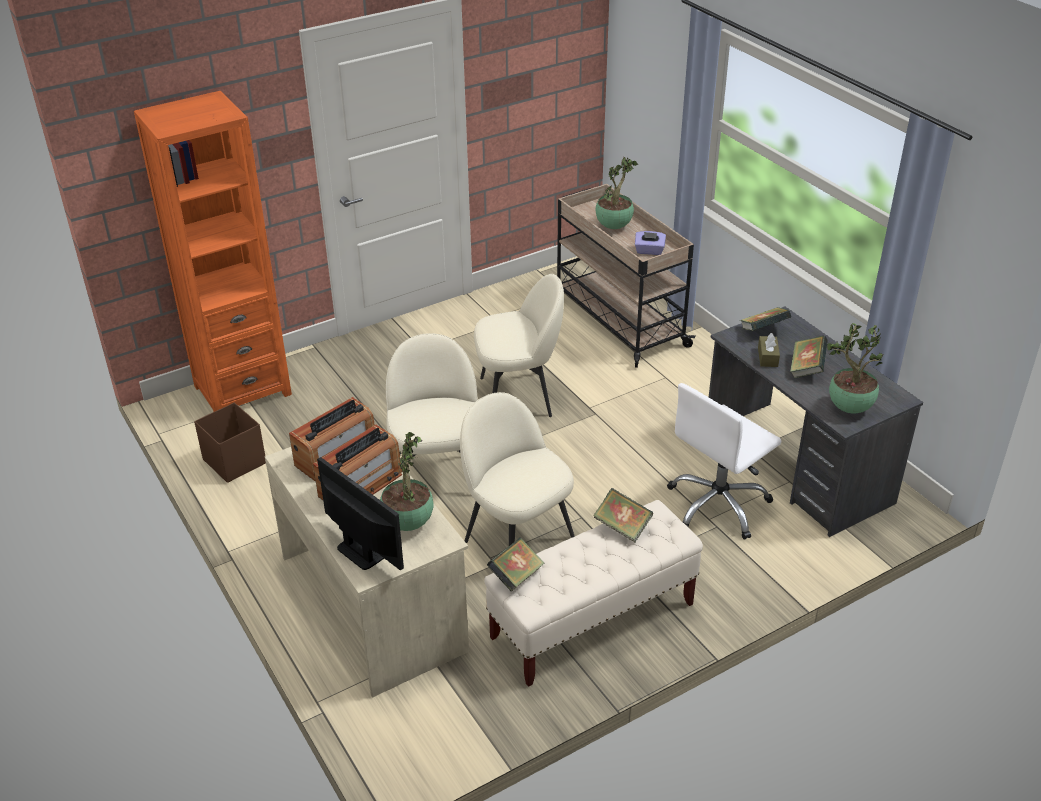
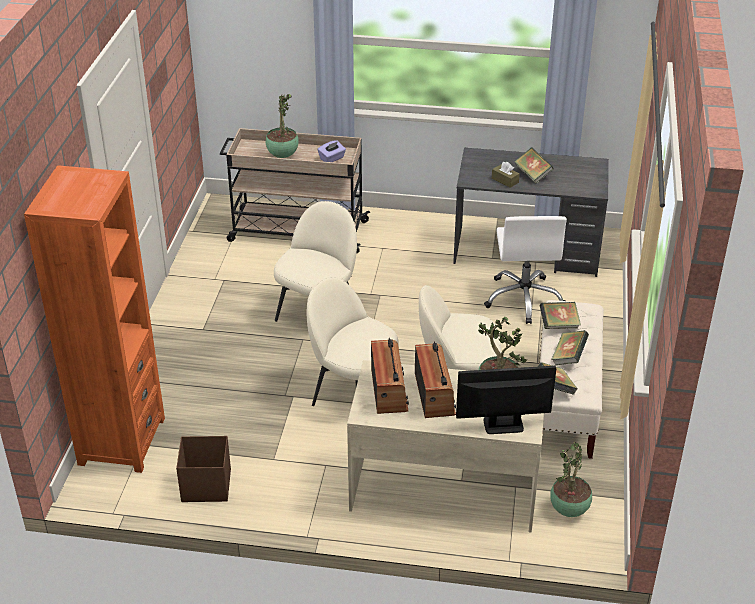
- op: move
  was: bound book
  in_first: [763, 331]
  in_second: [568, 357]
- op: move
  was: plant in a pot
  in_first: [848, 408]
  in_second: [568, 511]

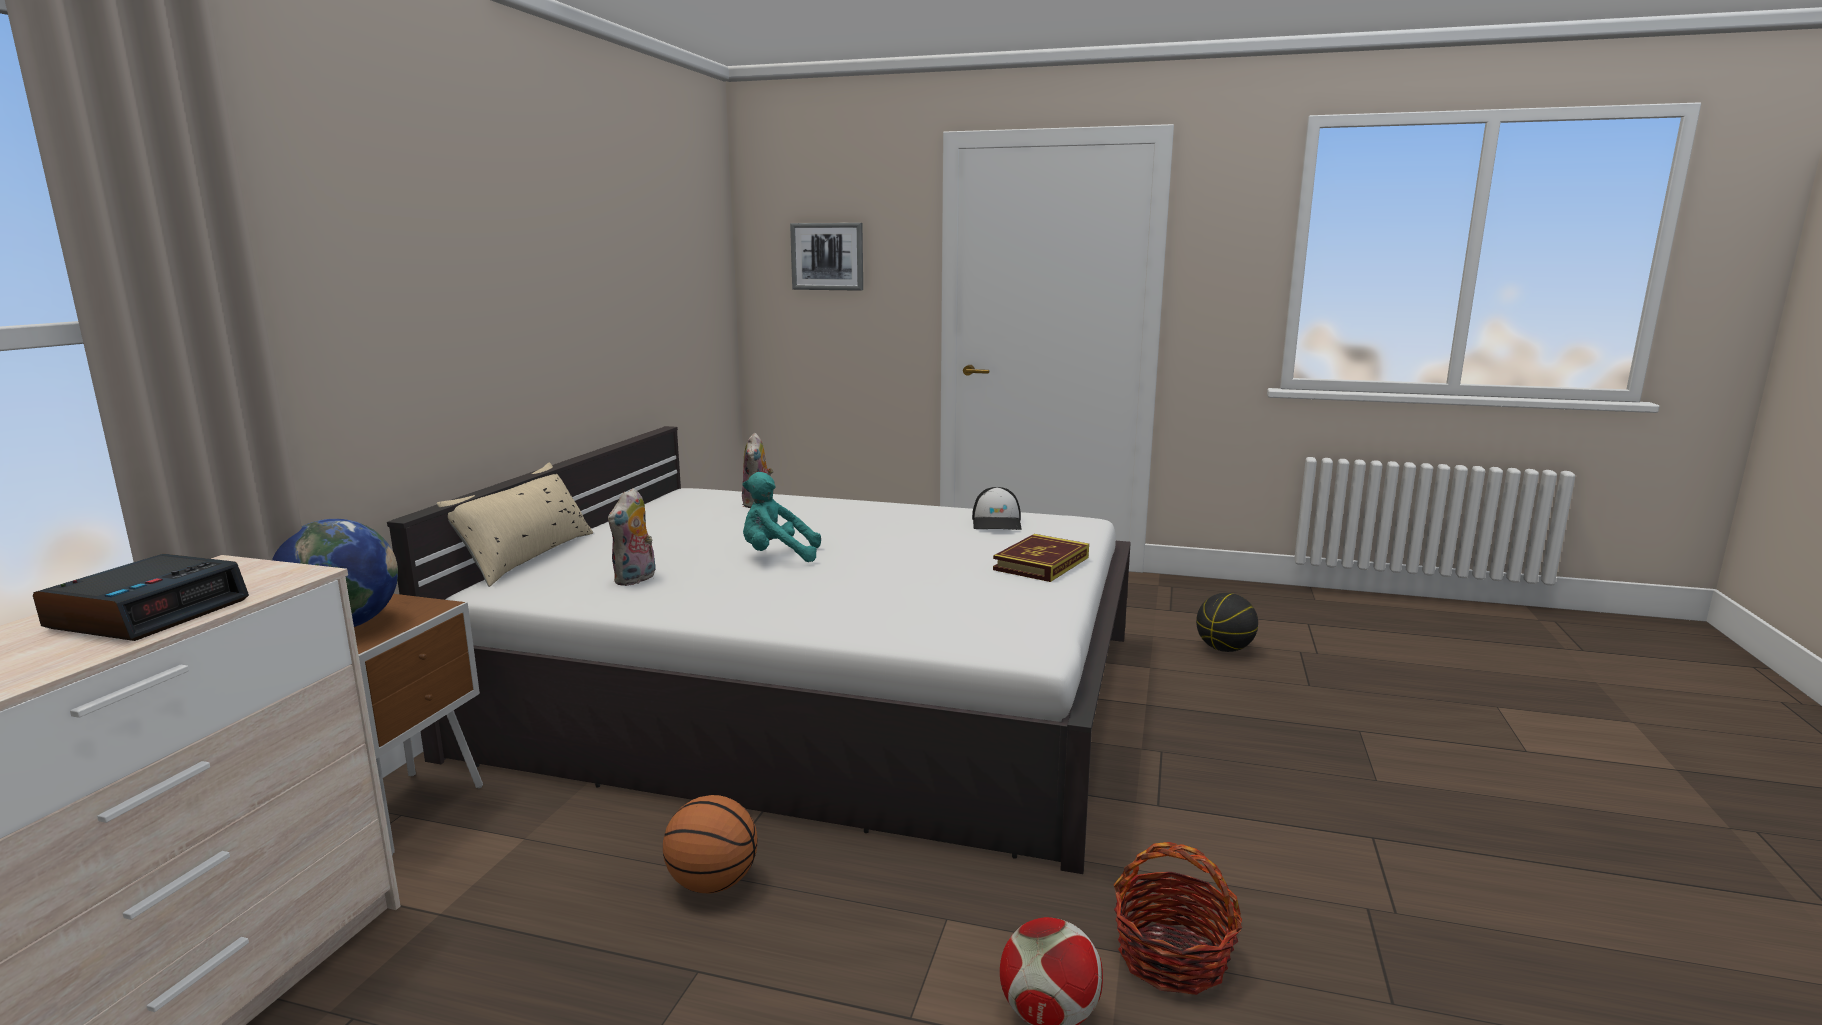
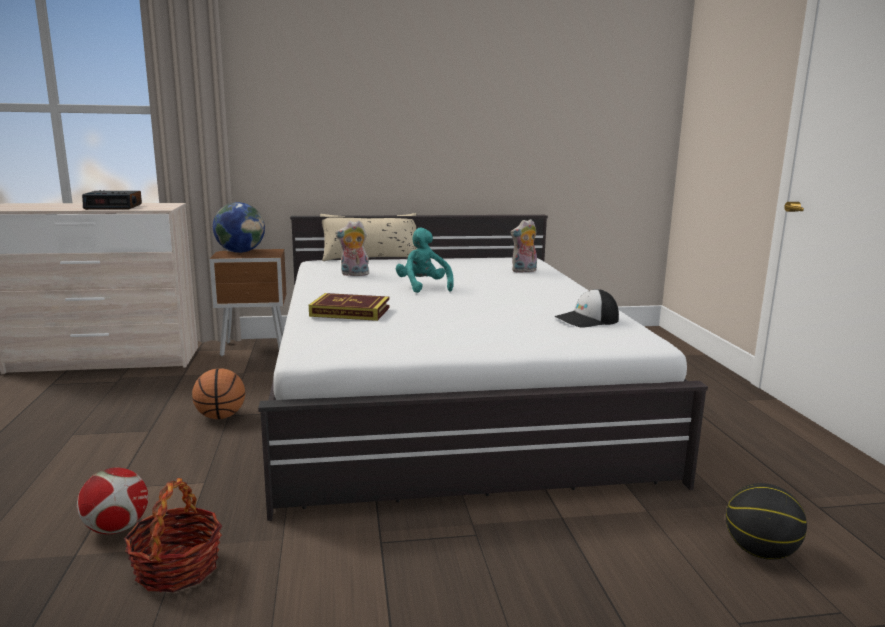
- op: delete
  was: picture
  in_first: [827, 256]
- op: move
  was: bound book
  in_first: [1041, 563]
  in_second: [350, 312]

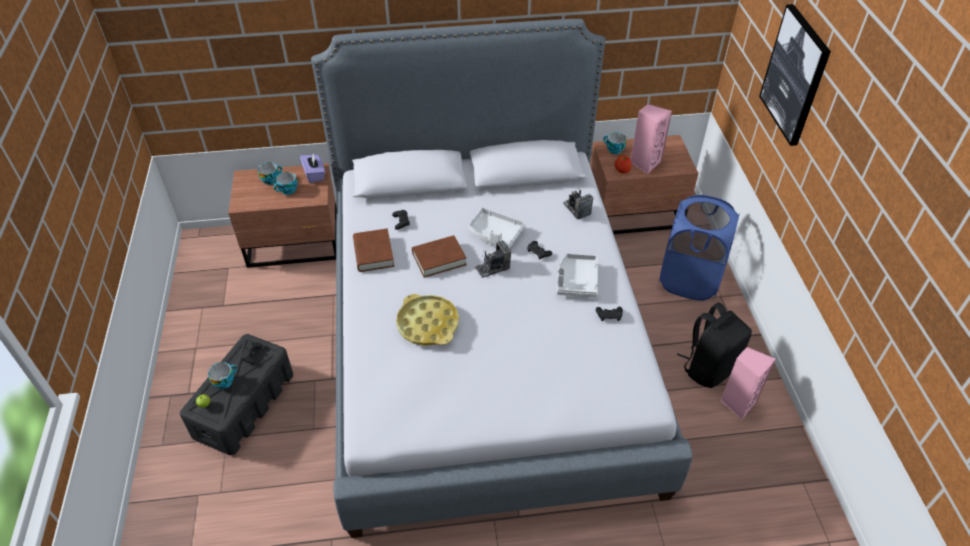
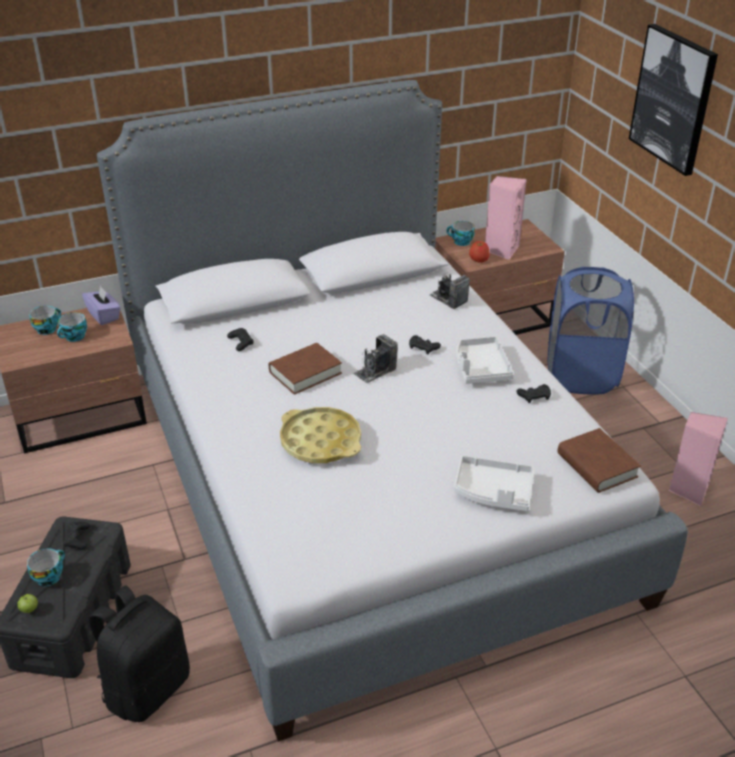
- op: move
  was: whitish carrying tray
  in_first: [495, 234]
  in_second: [493, 492]
- op: move
  was: brown bound book
  in_first: [373, 253]
  in_second: [596, 465]
- op: move
  was: black-coloured rucksack
  in_first: [709, 367]
  in_second: [146, 688]

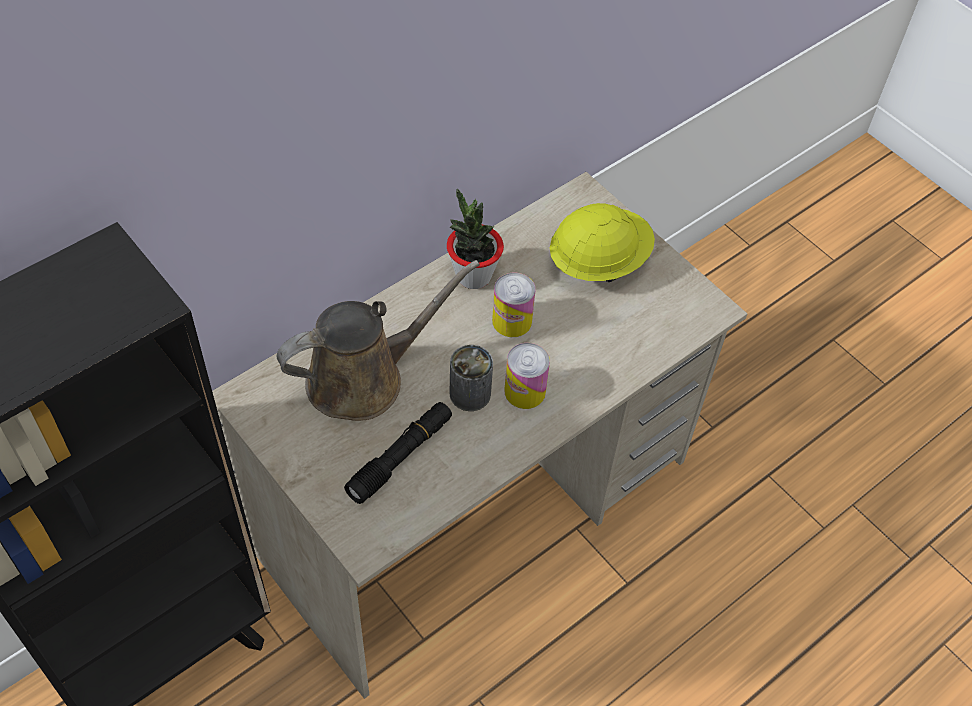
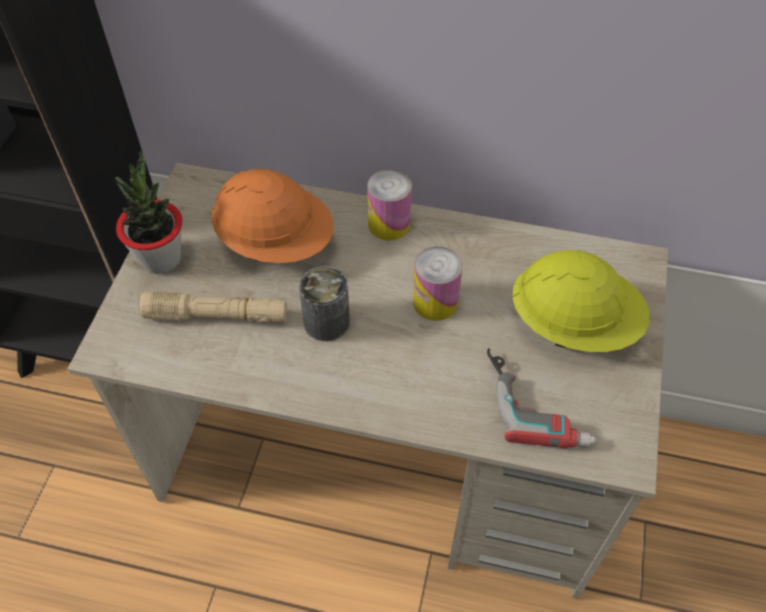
- op: move
  was: plant in a pot
  in_first: [473, 276]
  in_second: [161, 258]
- op: replace
  was: brown watering can
  now: orange-coloured work helmet
  in_first: [364, 378]
  in_second: [276, 241]
- op: move
  was: can
  in_first: [525, 391]
  in_second: [389, 224]
- op: recolor
  was: black-coloured flashlight
  now: beige flashlight
  in_first: [400, 457]
  in_second: [217, 316]
- op: insert
  now: drill
  in_second: [538, 402]

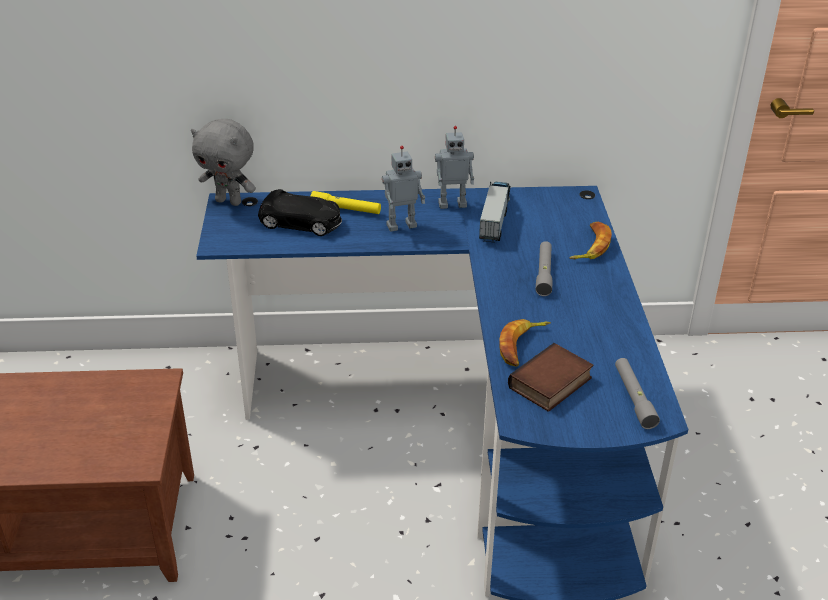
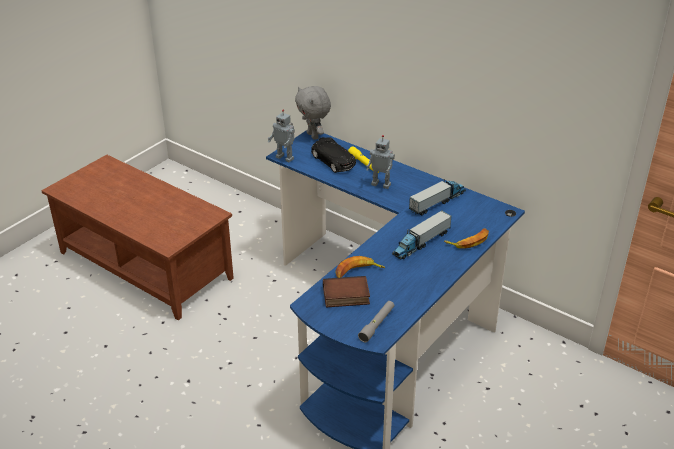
- op: move
  was: robot figure
  in_first: [452, 204]
  in_second: [285, 157]
- op: replace
  was: gray flashlight
  now: model truck
  in_first: [544, 273]
  in_second: [421, 243]

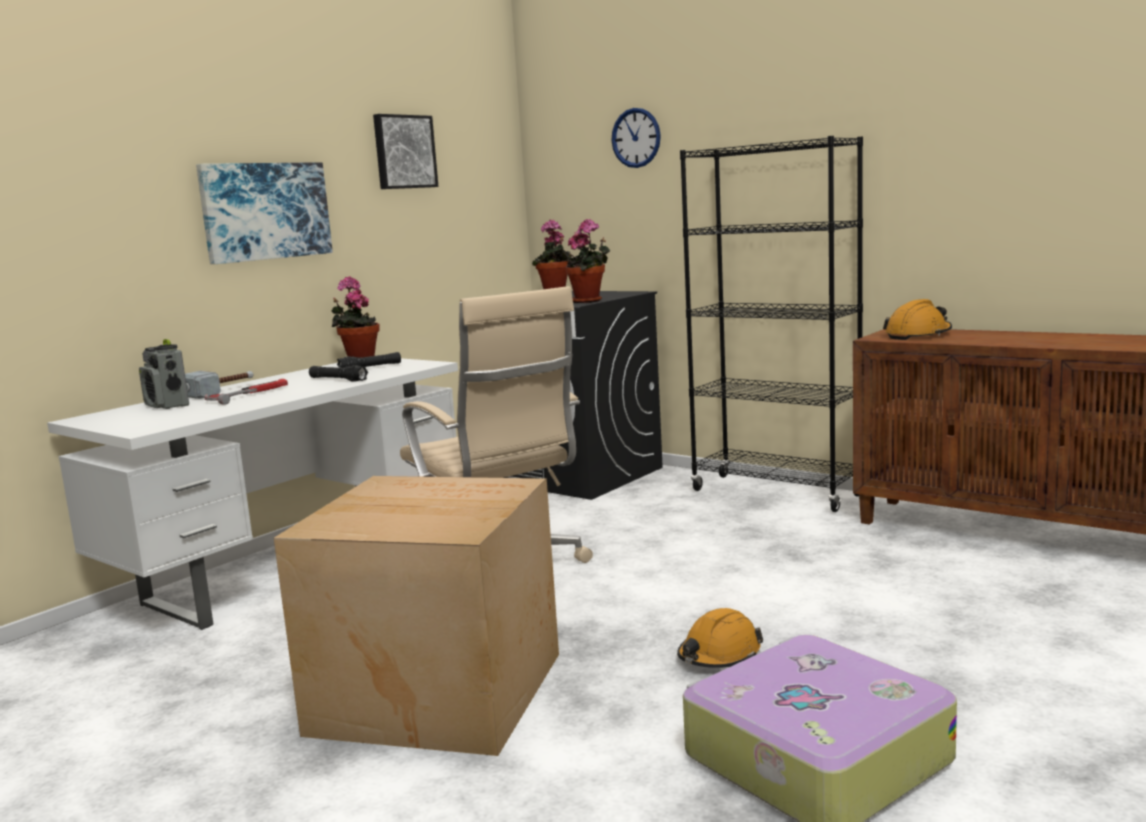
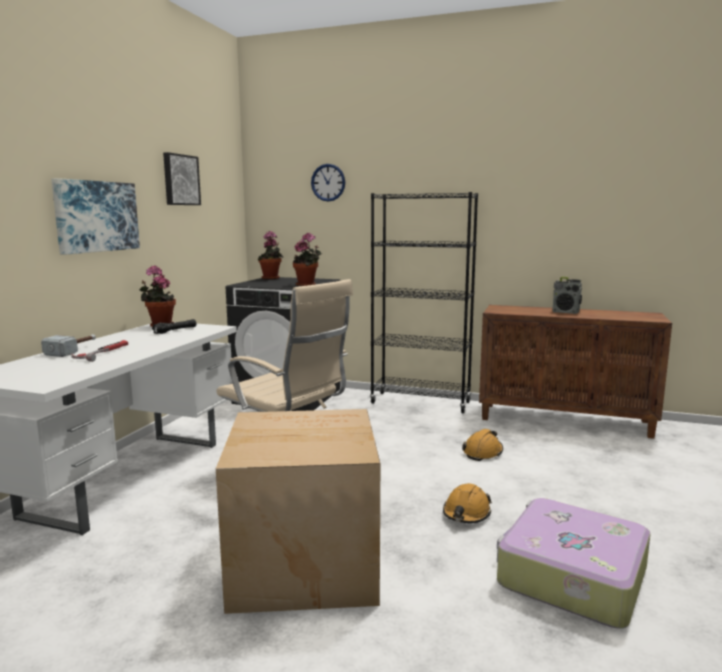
- op: move
  was: orange-coloured work helmet
  in_first: [918, 335]
  in_second: [483, 452]
- op: move
  was: radio
  in_first: [167, 405]
  in_second: [565, 312]
- op: delete
  was: black-coloured flashlight
  in_first: [338, 380]

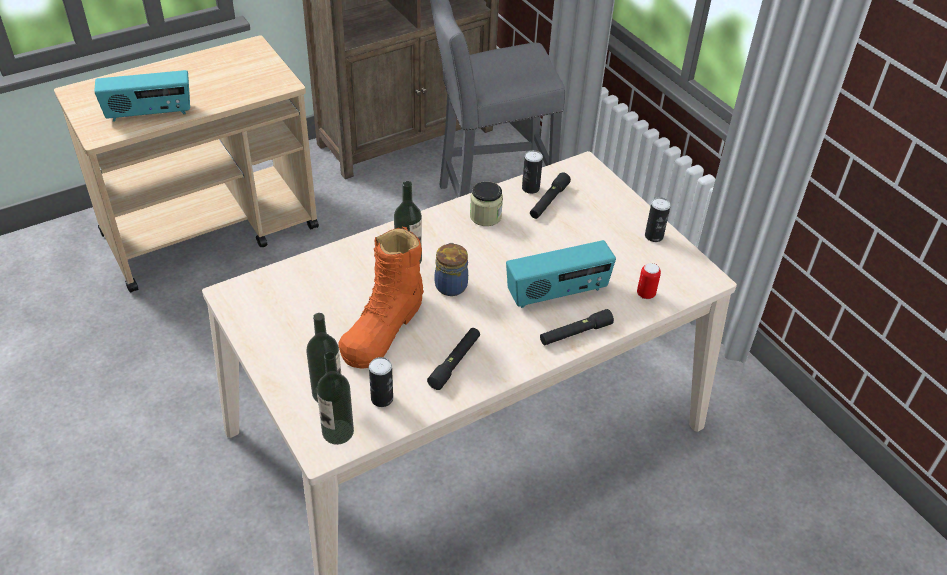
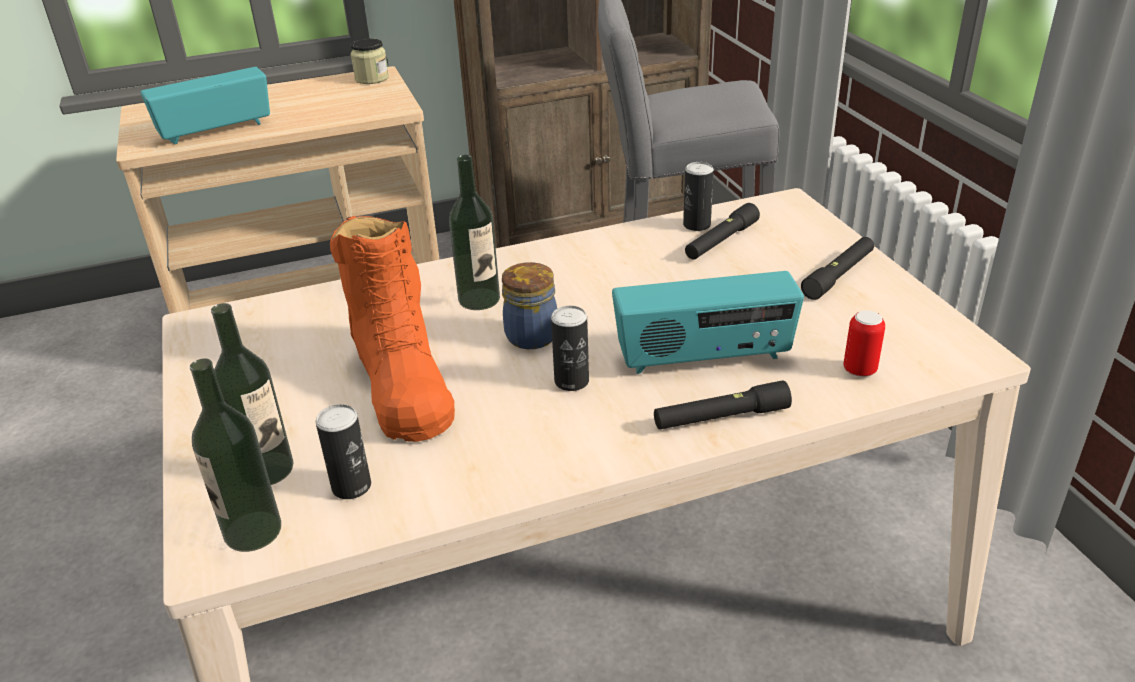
- op: rotate
  was: radio
  in_first: [149, 114]
  in_second: [215, 130]
  clockwise: 150
- op: move
  was: preserve jar
  in_first: [485, 216]
  in_second: [372, 78]
- op: move
  was: can
  in_first: [654, 236]
  in_second: [571, 381]
- op: rotate
  was: orange-coloured high-top boot
  in_first: [383, 327]
  in_second: [402, 382]
  clockwise: -60
- op: move
  was: black-coloured flashlight
  in_first: [455, 362]
  in_second: [838, 275]

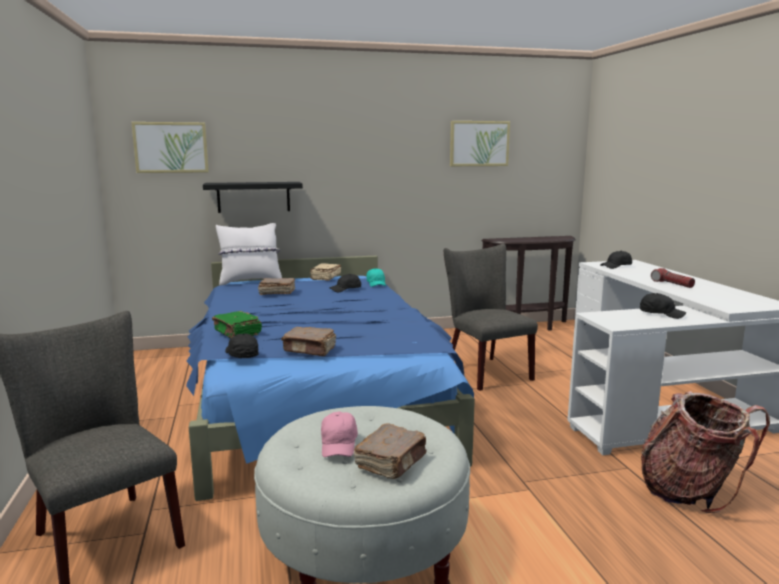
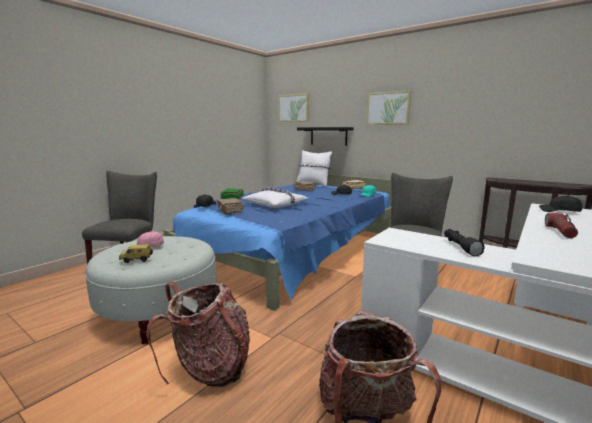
- op: move
  was: picture
  in_first: [479, 143]
  in_second: [388, 108]
- op: replace
  was: black-coloured cap
  now: black-coloured flashlight
  in_first: [661, 314]
  in_second: [460, 247]
- op: replace
  was: brown bound book
  now: model car
  in_first: [392, 462]
  in_second: [136, 260]
- op: insert
  now: whitish cushion
  in_second: [276, 204]
- op: insert
  now: rucksack
  in_second: [210, 367]

